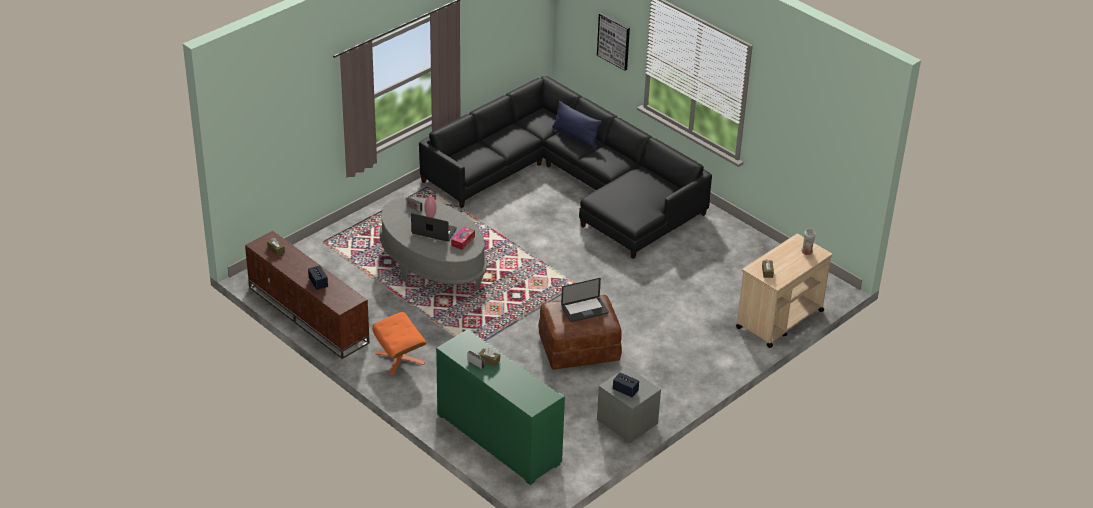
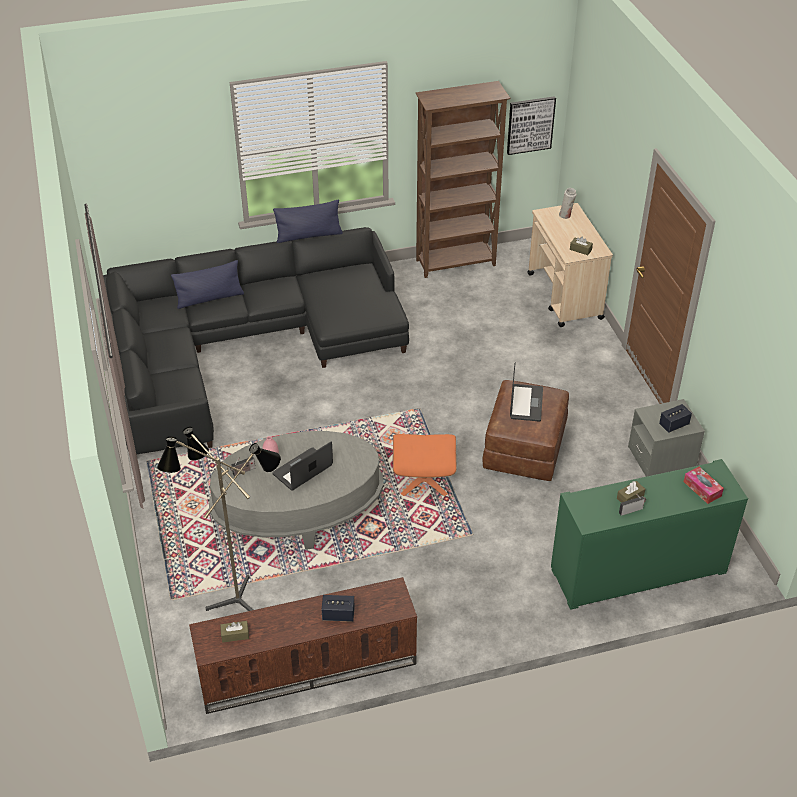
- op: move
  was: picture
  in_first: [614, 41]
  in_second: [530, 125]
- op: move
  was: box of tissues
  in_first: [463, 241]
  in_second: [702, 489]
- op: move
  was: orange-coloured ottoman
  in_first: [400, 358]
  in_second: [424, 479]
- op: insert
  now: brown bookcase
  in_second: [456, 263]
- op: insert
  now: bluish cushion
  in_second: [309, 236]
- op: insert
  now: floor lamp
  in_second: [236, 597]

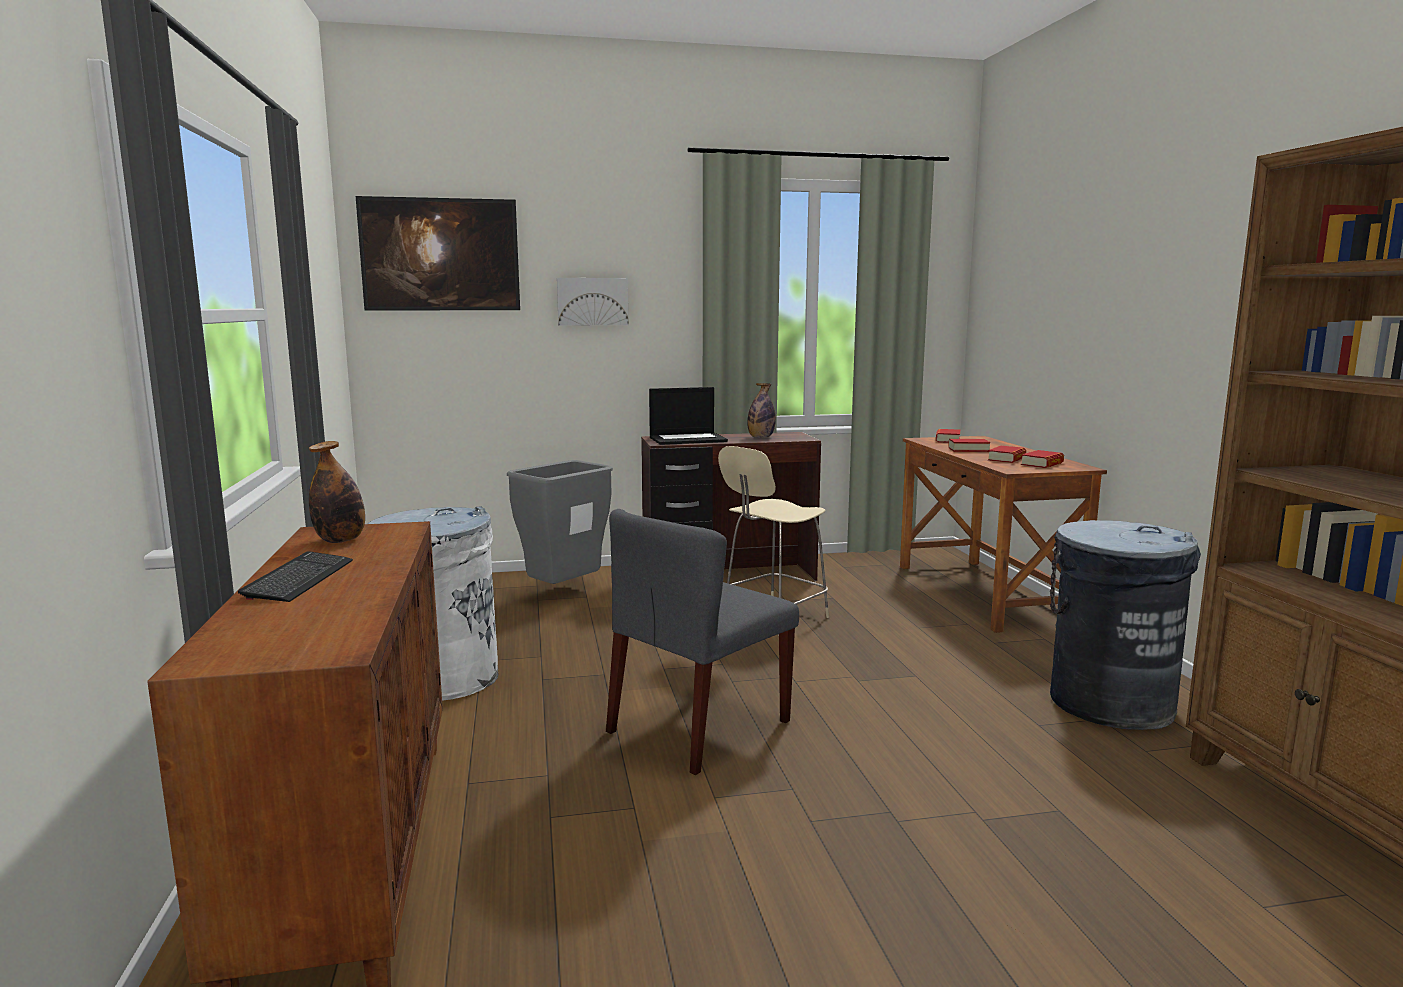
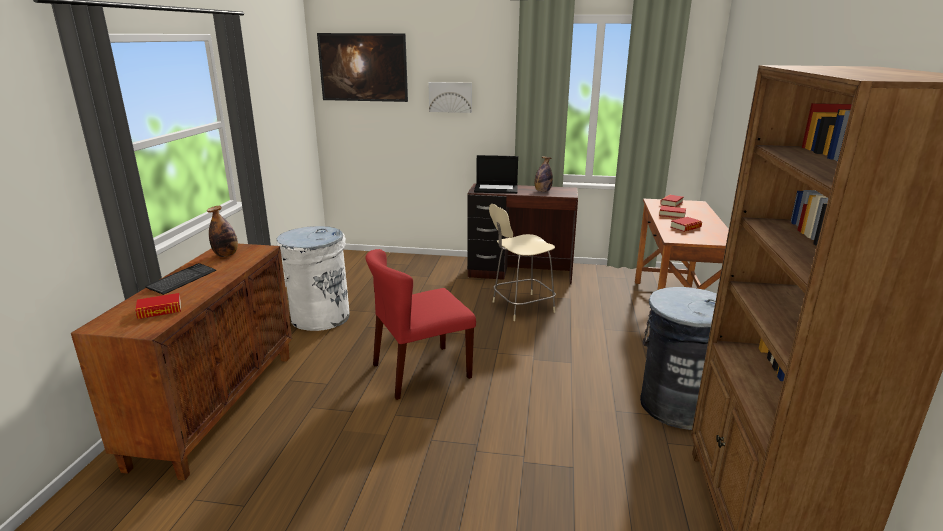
- op: move
  was: bound book
  in_first: [1042, 464]
  in_second: [160, 310]
- op: delete
  was: gray rubbish bin
  in_first: [565, 592]
- op: recolor
  was: gray plain chair
  now: reddish plain chair
  in_first: [698, 727]
  in_second: [421, 371]

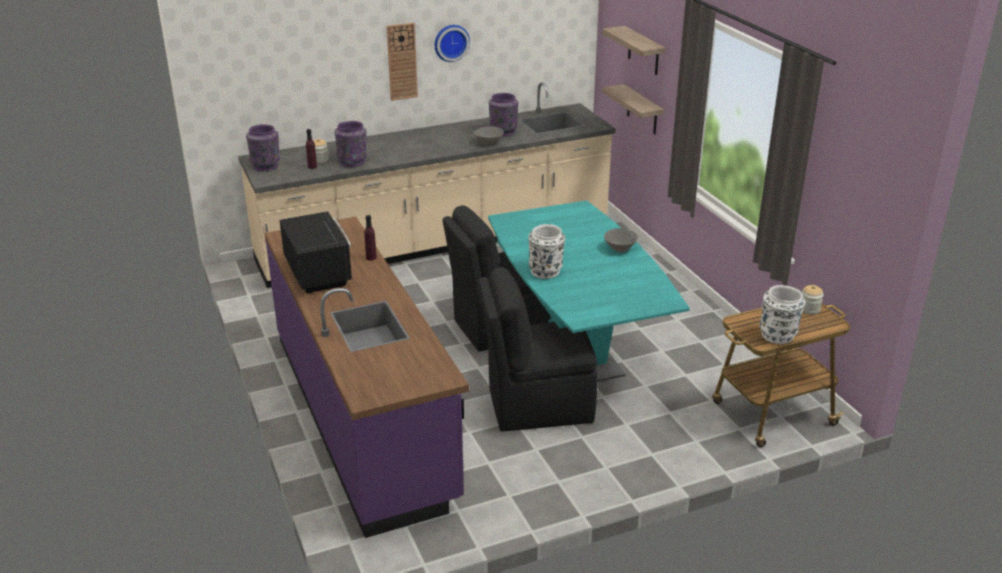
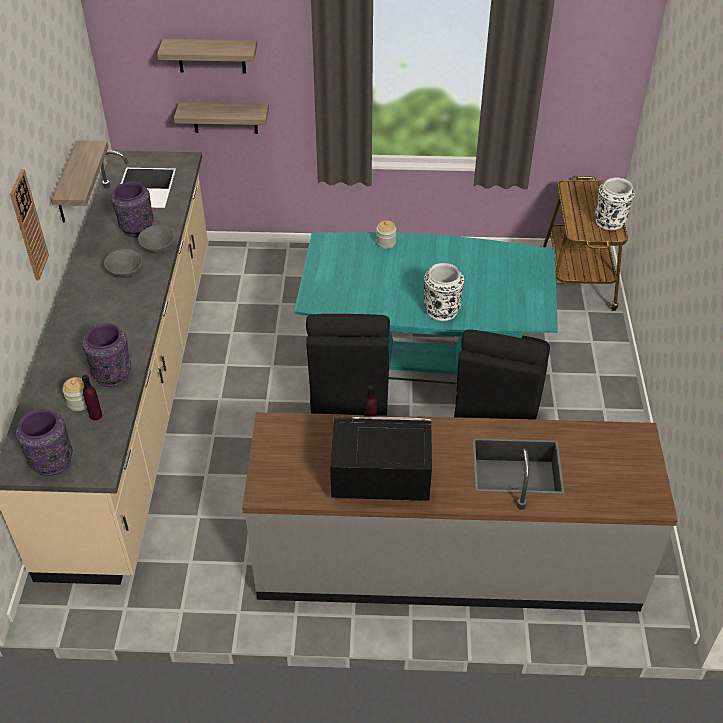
- op: delete
  was: wall clock
  in_first: [451, 42]
- op: recolor
  was: purplish counter
  now: gray counter
  in_first: [364, 415]
  in_second: [446, 558]
- op: move
  was: gray bowl
  in_first: [619, 249]
  in_second: [126, 273]
- op: move
  was: preserve jar
  in_first: [809, 309]
  in_second: [386, 243]
- op: insert
  now: shelf
  in_second: [67, 185]

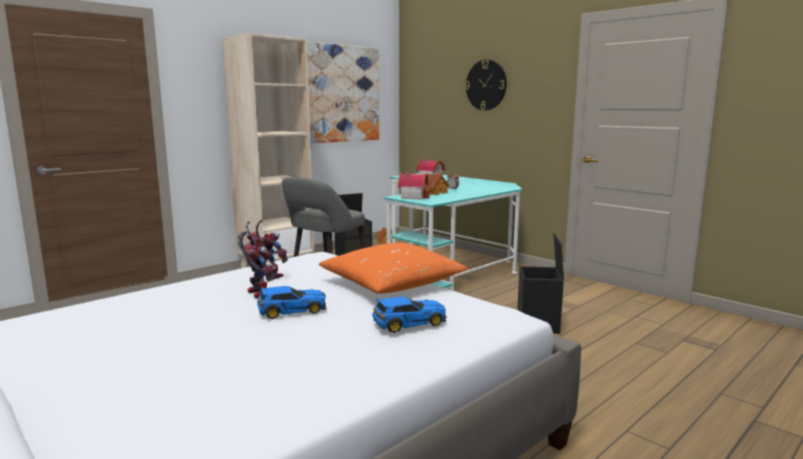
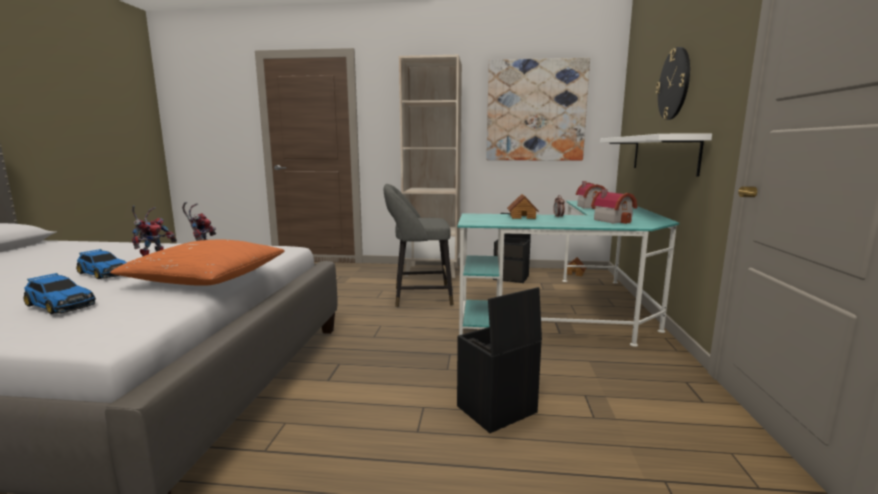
- op: move
  was: model house
  in_first: [412, 197]
  in_second: [613, 220]
- op: insert
  now: whitish shelf
  in_second: [663, 154]

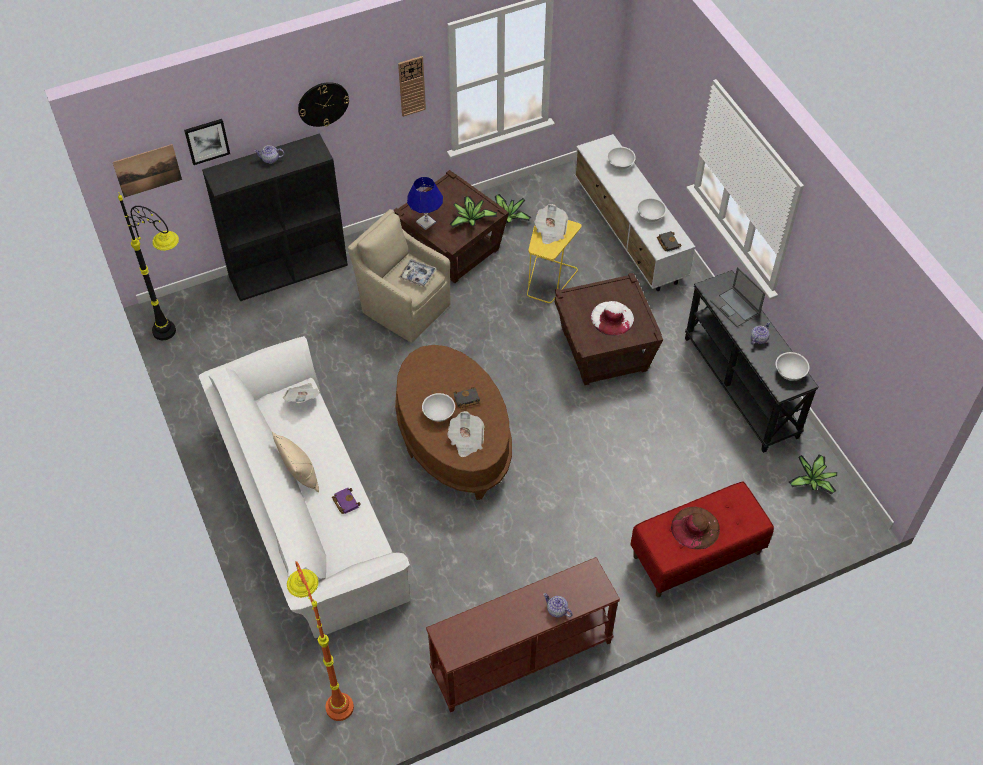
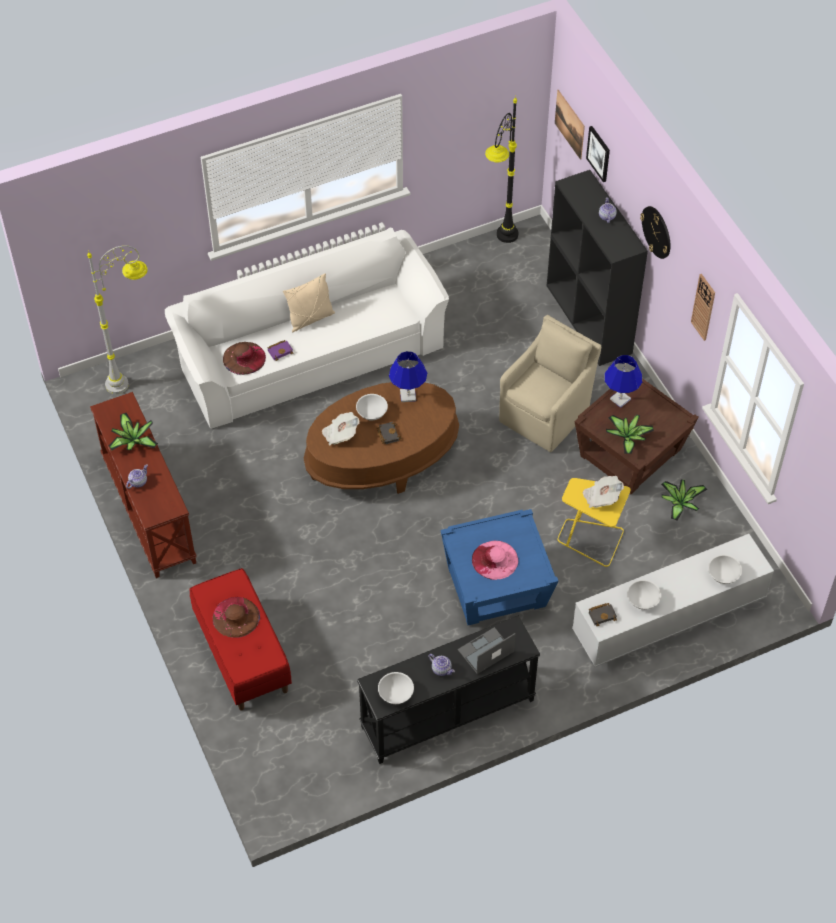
- op: delete
  was: carrying tray
  in_first: [417, 275]
- op: recolor
  was: brown end table
  now: bluish end table
  in_first: [604, 348]
  in_second: [496, 588]
- op: recolor
  was: whitish clothing hat
  now: pink-coloured clothing hat
  in_first: [612, 318]
  in_second: [495, 560]
- op: delete
  was: printed paper
  in_first: [303, 398]
- op: move
  was: plant in a pot
  in_first: [813, 481]
  in_second: [132, 441]
- op: recolor
  was: orange-coloured floor lamp
  now: gray floor lamp
  in_first: [331, 686]
  in_second: [136, 378]
- op: insert
  now: brown clothing hat
  in_second: [244, 358]
- op: insert
  now: bluish tabletop lamp
  in_second: [408, 396]

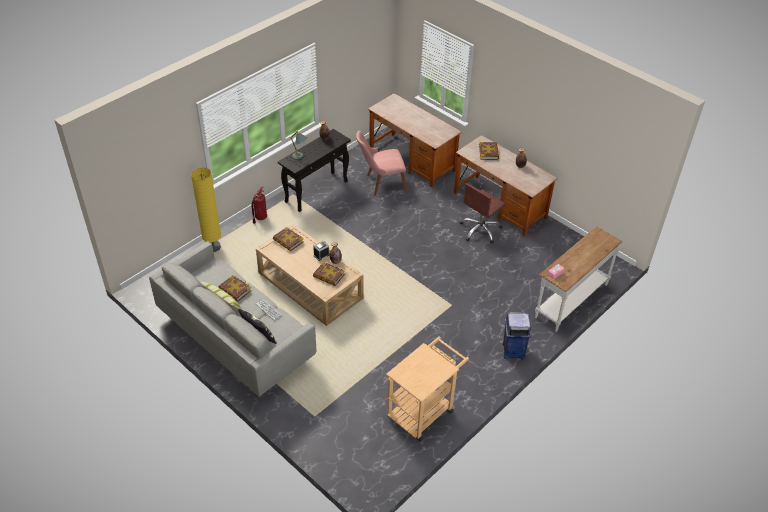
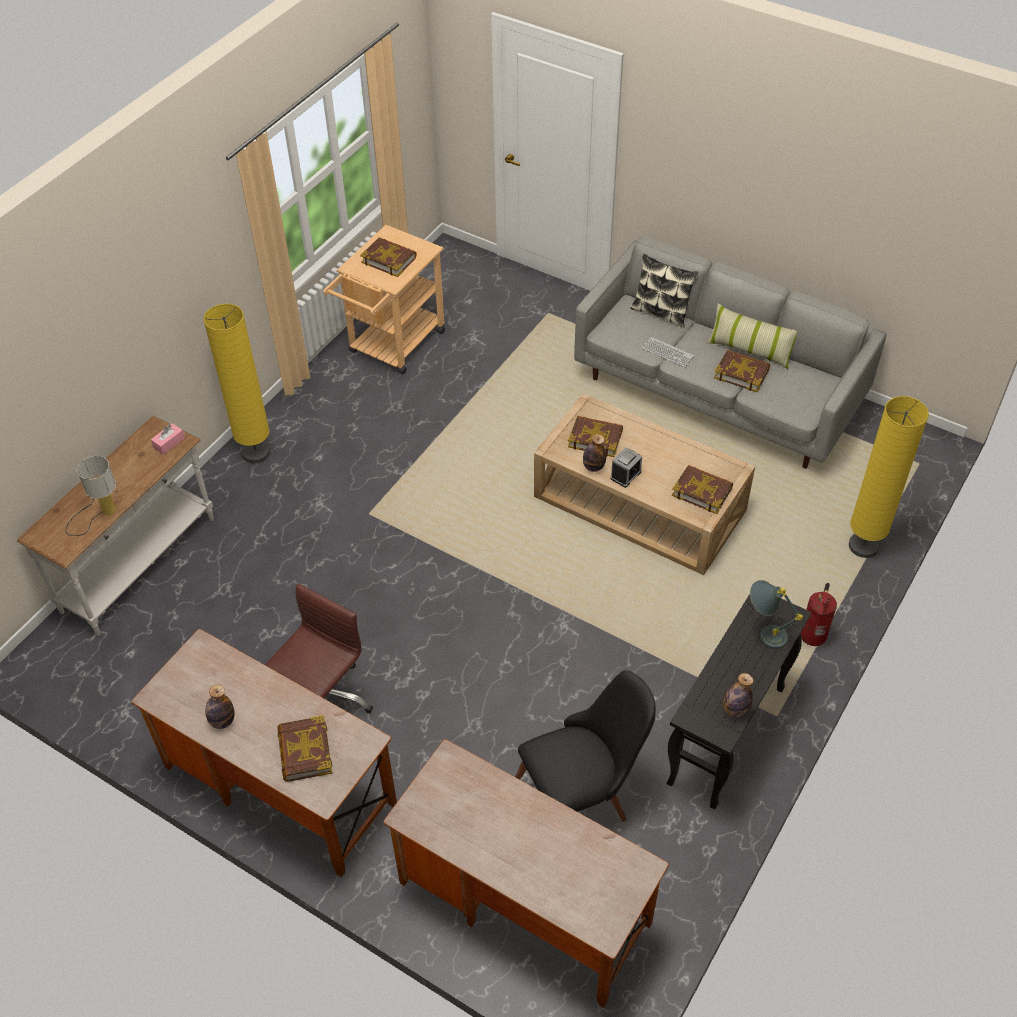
- op: recolor
  was: pink-coloured plain chair
  now: black-coloured plain chair
  in_first: [380, 184]
  in_second: [583, 795]
- op: replace
  was: bluish rubbish bin
  now: yellow floor lamp
  in_first: [513, 351]
  in_second: [256, 453]
- op: insert
  now: bound book
  in_second: [389, 260]
- op: insert
  now: tabletop lamp
  in_second: [100, 511]

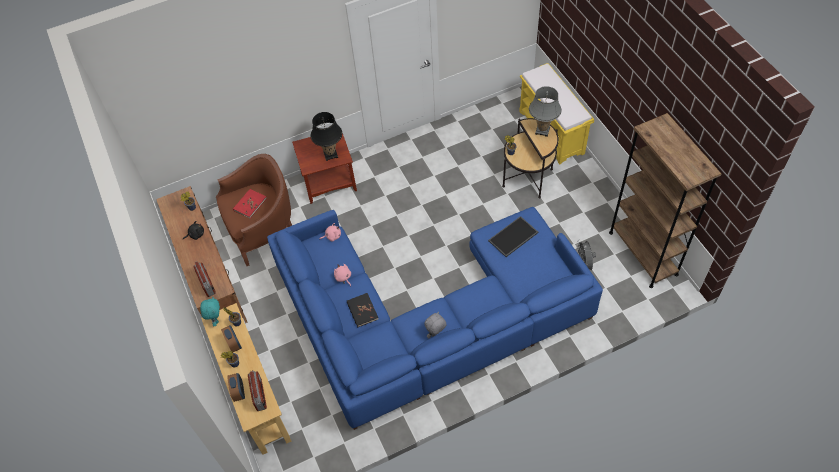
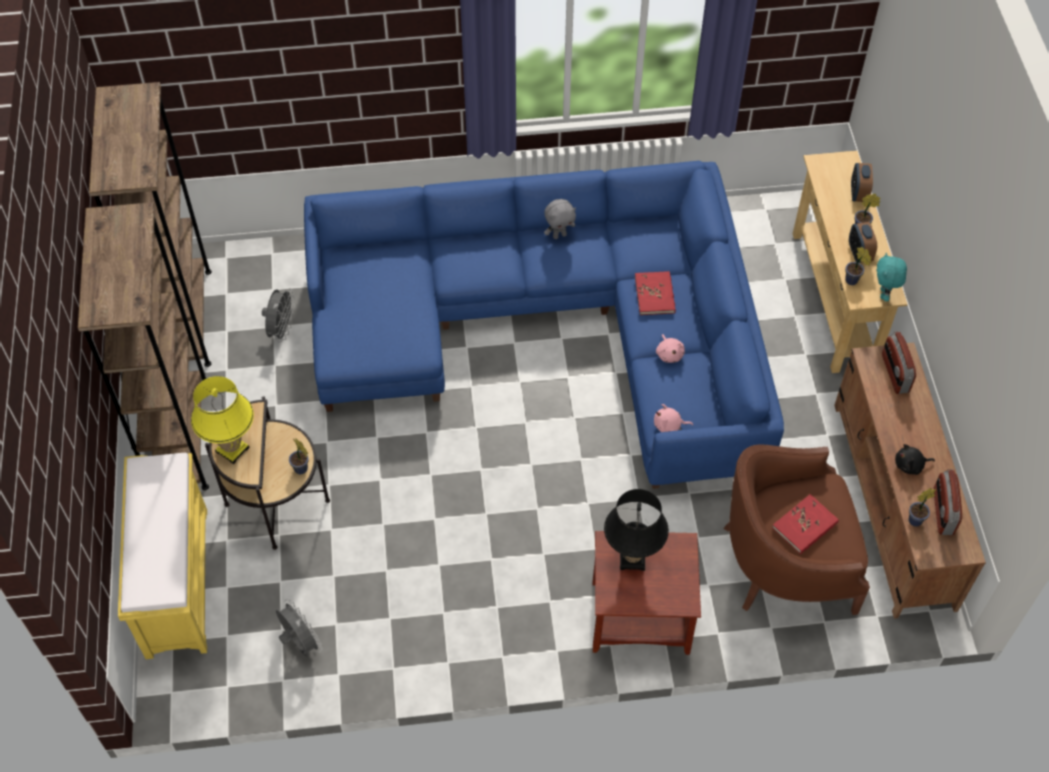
- op: recolor
  was: gray tabletop lamp
  now: yellow tabletop lamp
  in_first: [542, 130]
  in_second: [232, 450]
- op: delete
  was: carrying tray
  in_first: [513, 237]
- op: recolor
  was: black-coloured bound book
  now: reddish bound book
  in_first: [362, 311]
  in_second: [655, 295]
- op: move
  was: radio
  in_first: [259, 395]
  in_second: [942, 512]
- op: insert
  now: brown bookcase
  in_second: [180, 437]
- op: insert
  now: gray electric fan
  in_second: [300, 643]

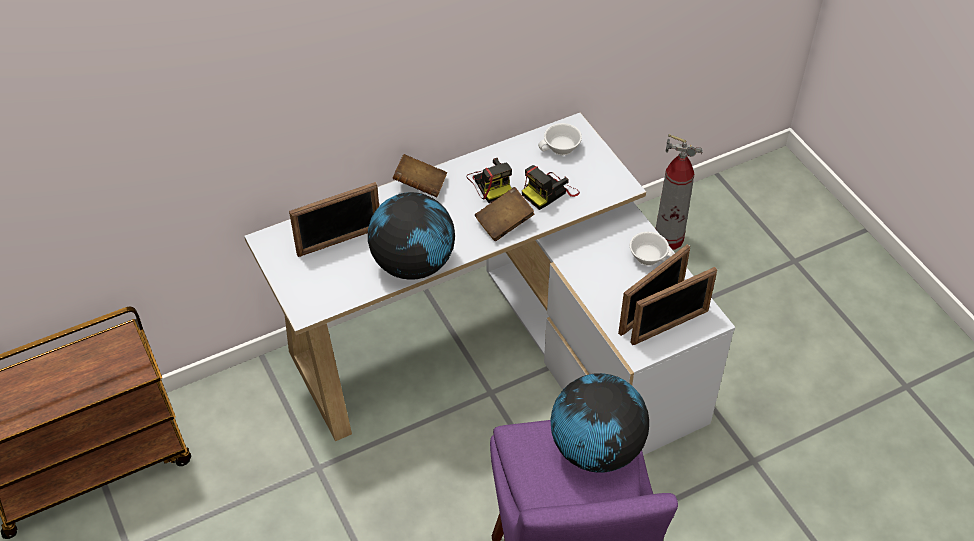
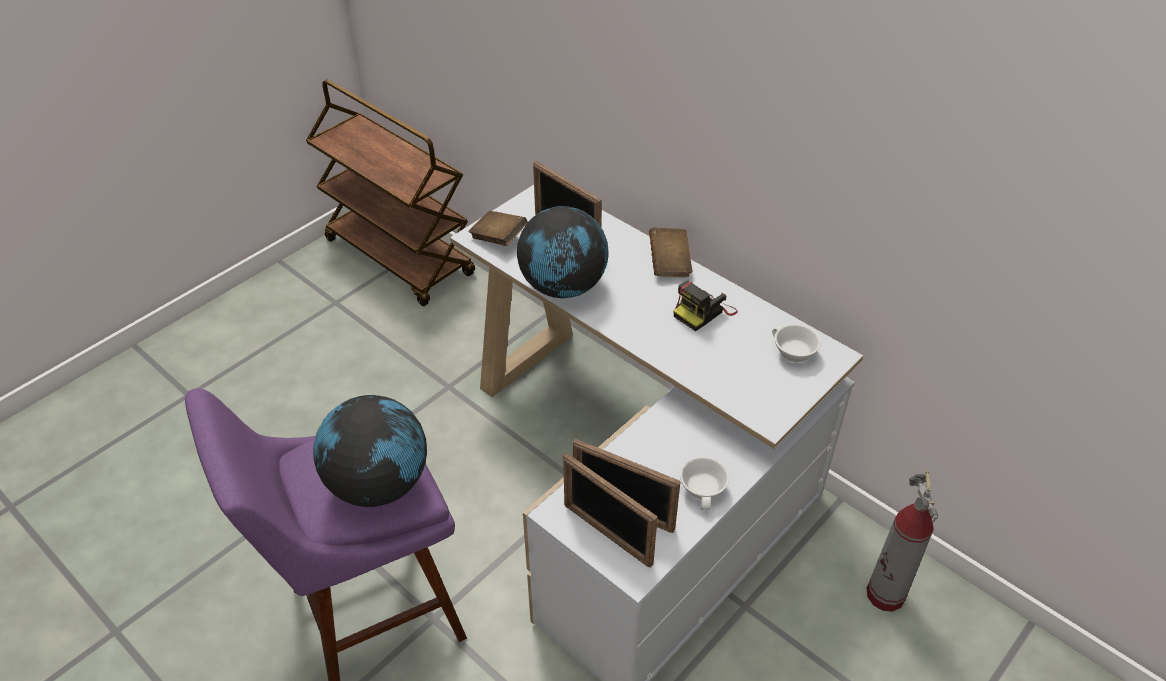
- op: delete
  was: still camera
  in_first: [549, 192]
- op: move
  was: brown bound book
  in_first: [504, 223]
  in_second: [498, 238]

